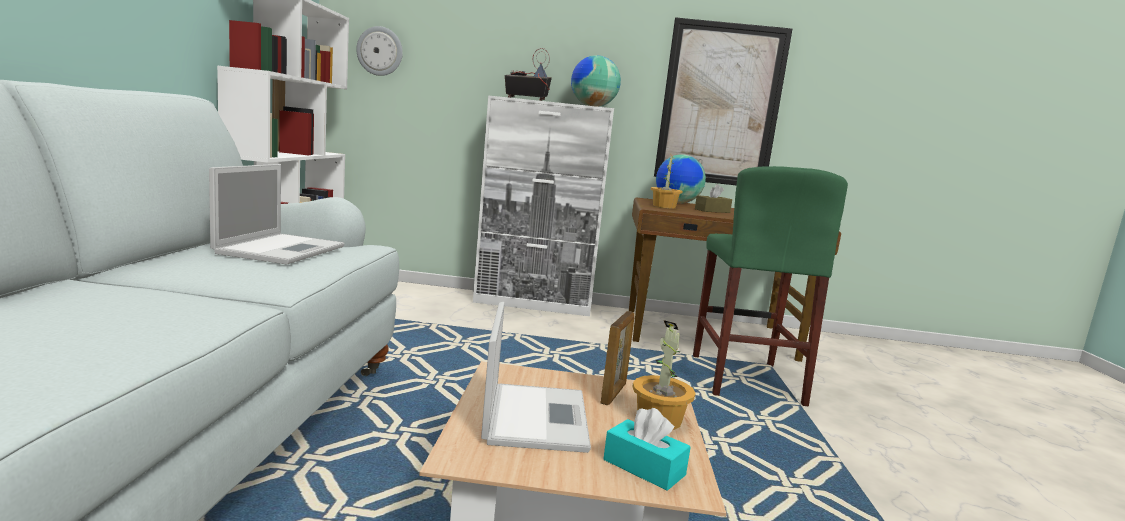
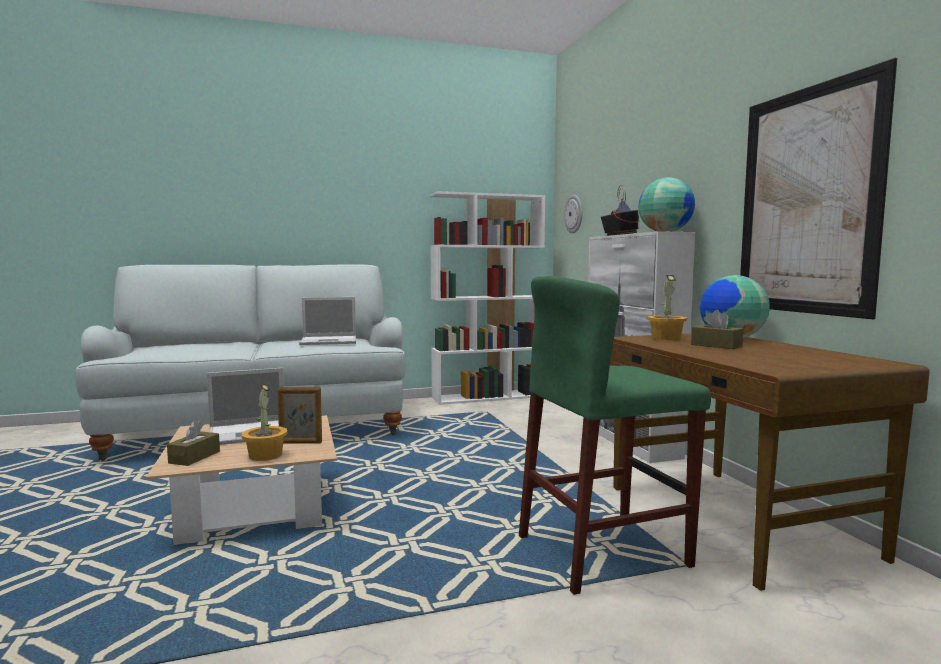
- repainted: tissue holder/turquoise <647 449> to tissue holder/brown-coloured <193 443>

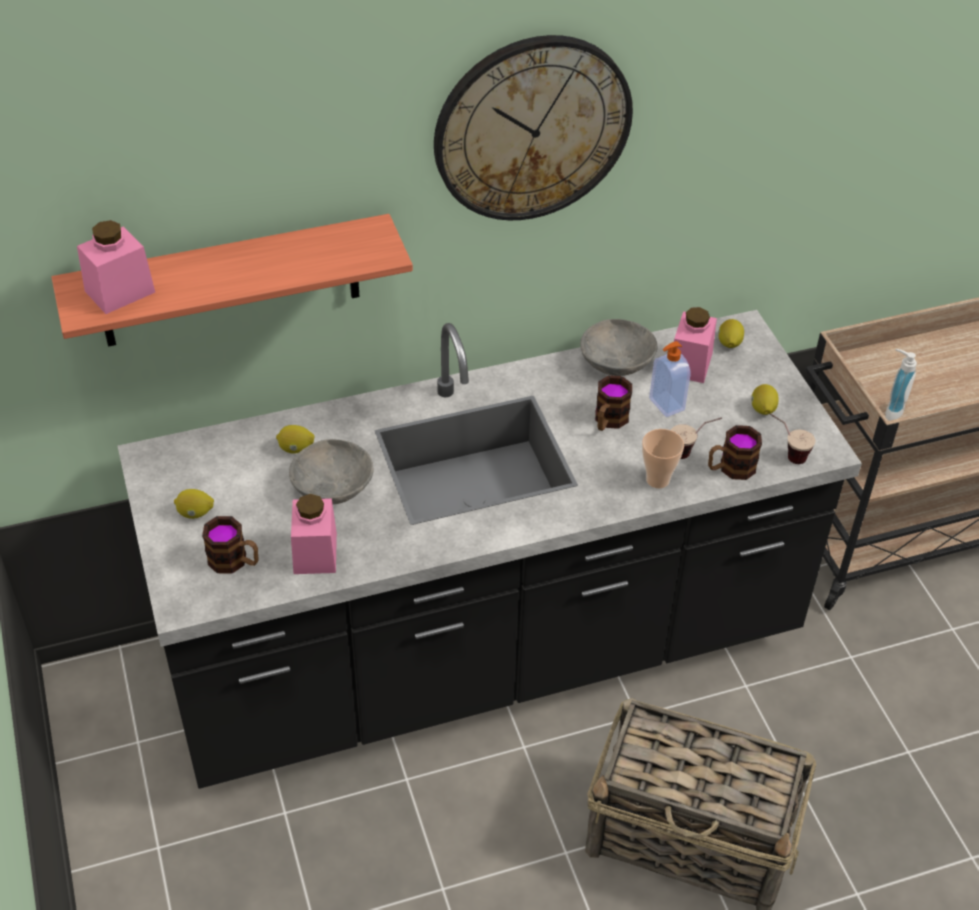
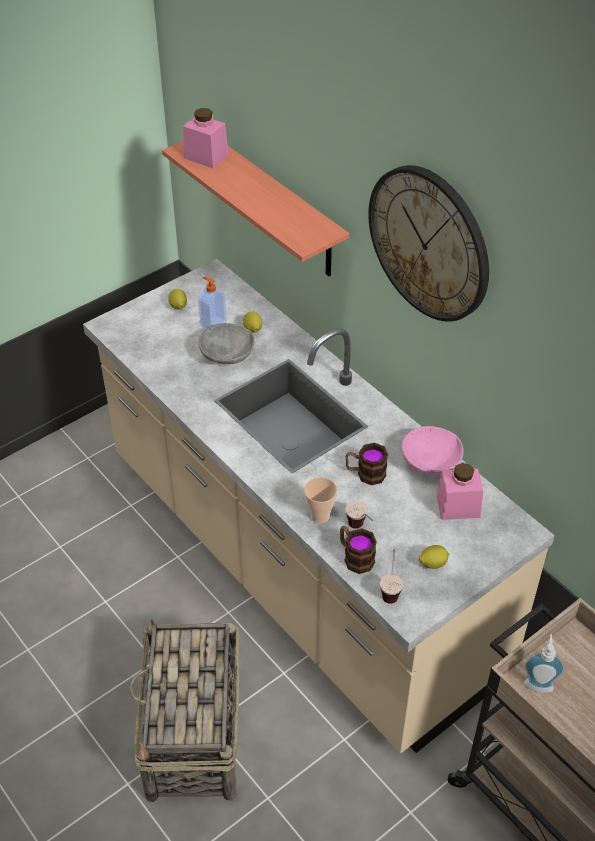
- repainted: kitchen counter/black-coloured <490 549> to kitchen counter/beige <319 506>
- shifted: liquid soap bottle <669 379> to <212 303>
- repainted: bowl/greyish <619 347> to bowl/pink-coloured <433 450>
- gone: tea mug <230 545>
- gone: storage jar/pink-coloured <314 534>
- gone: whole lemon <731 333>

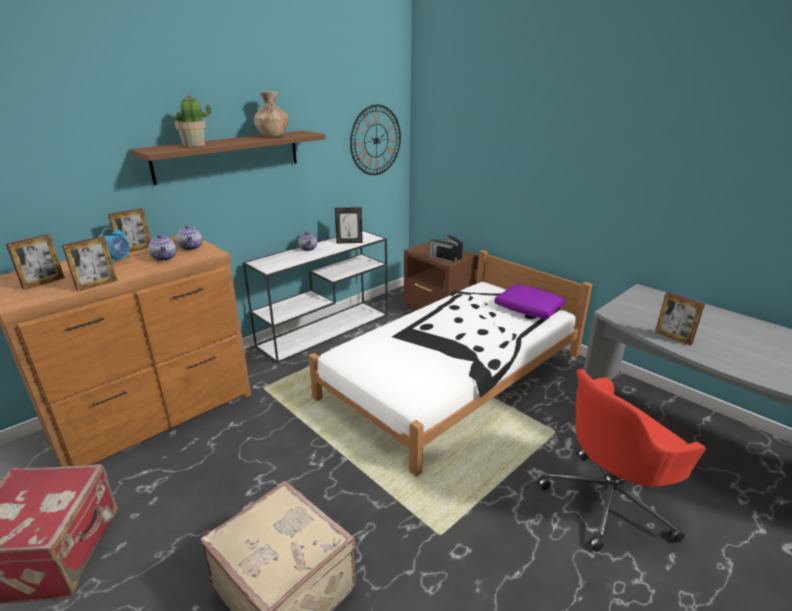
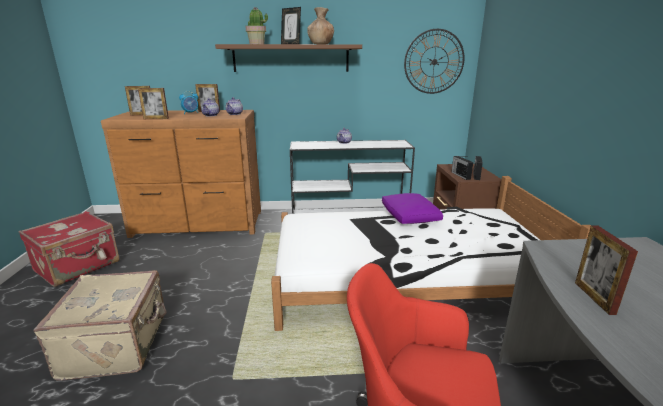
- shifted: standing frame <349 225> to <291 25>
- shifted: cushion/purple-coloured <529 301> to <412 208>

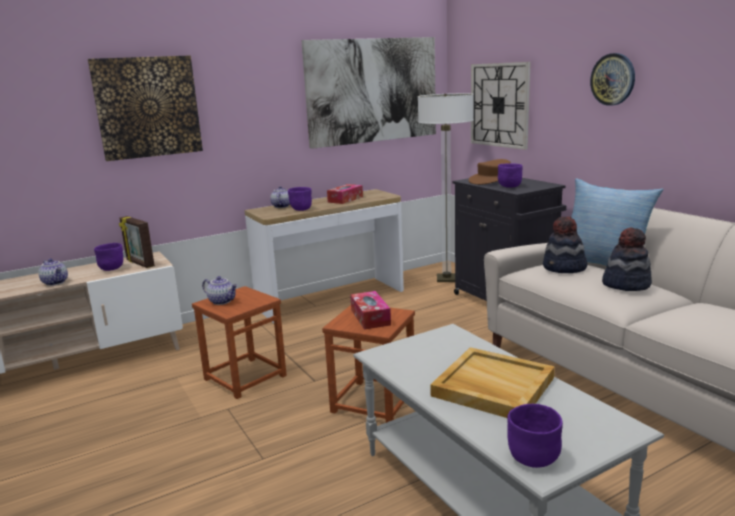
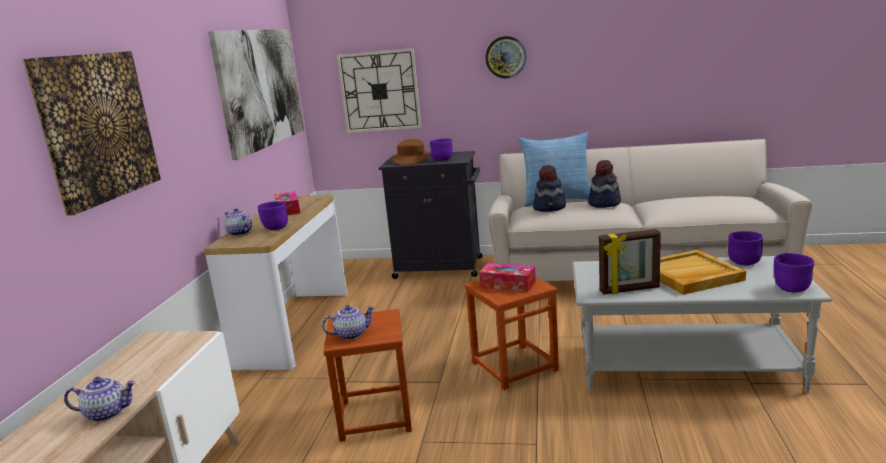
- shifted: standing frame <137 242> to <630 261>
- shifted: bowl/purple-coloured <108 257> to <745 248>
- gone: floor lamp <446 187>

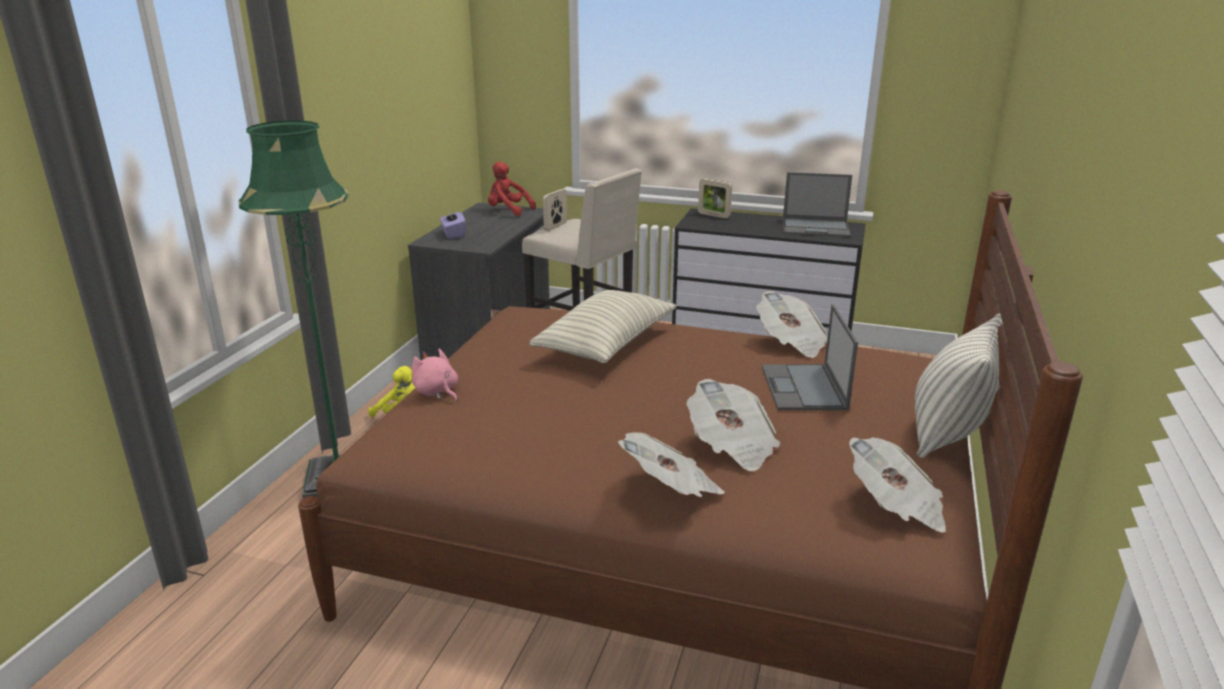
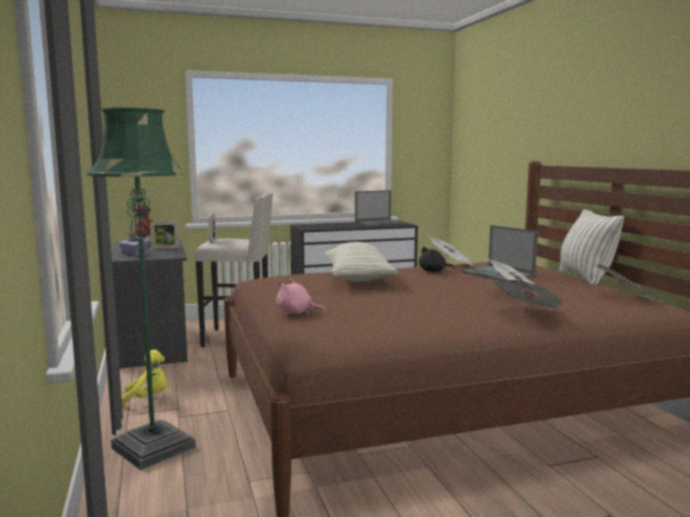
- shifted: standing frame <715 198> to <165 235>
- new: cuddly toy/black-coloured <436 259>

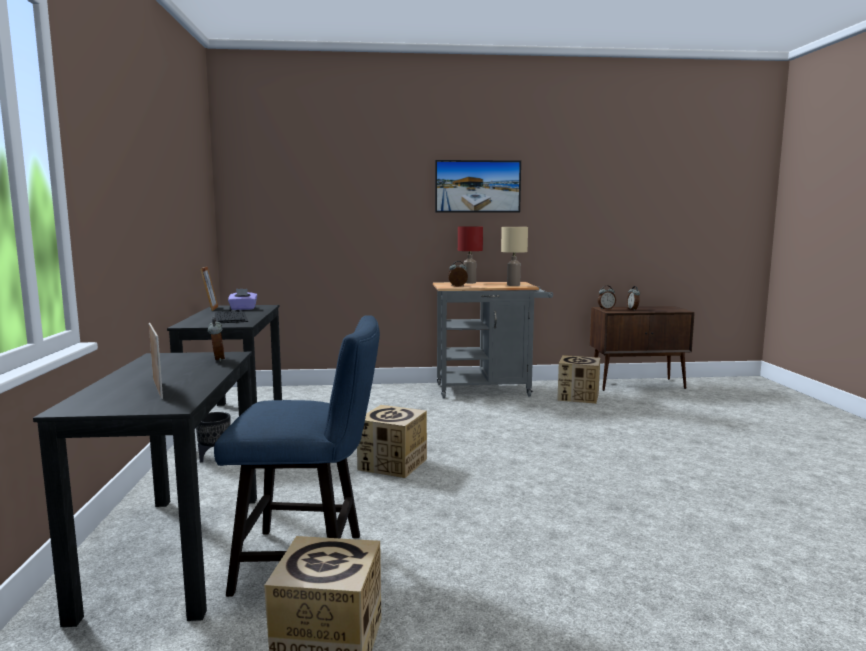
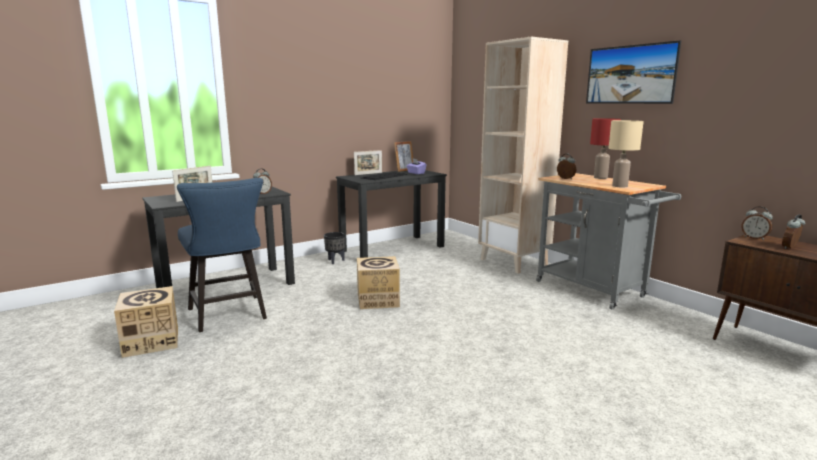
- new: standing frame <368 162>
- new: shelving unit/beige <523 155>
- gone: packing box <578 379>

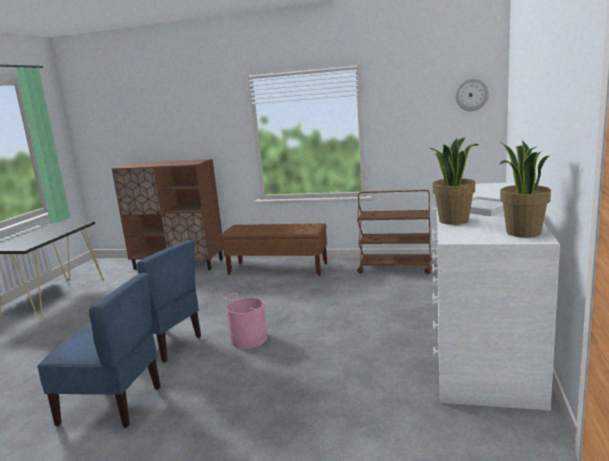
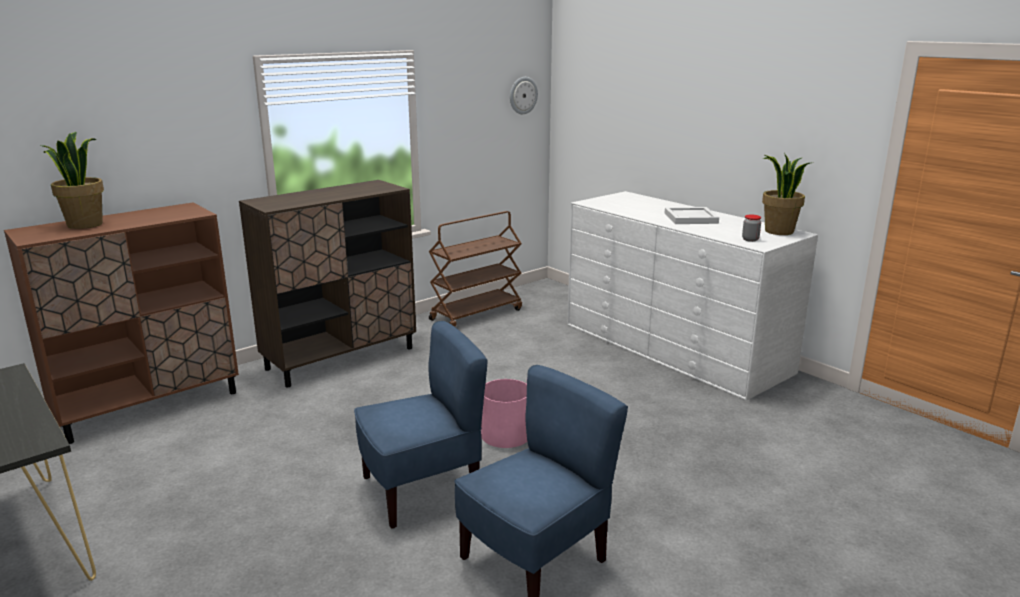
- shifted: plant in a pot <453 181> to <72 180>
- swapped: indoor bench/brown-coloured <274 249> to storage cabinet/brown-coloured <327 283>
- new: storage jar <751 228>

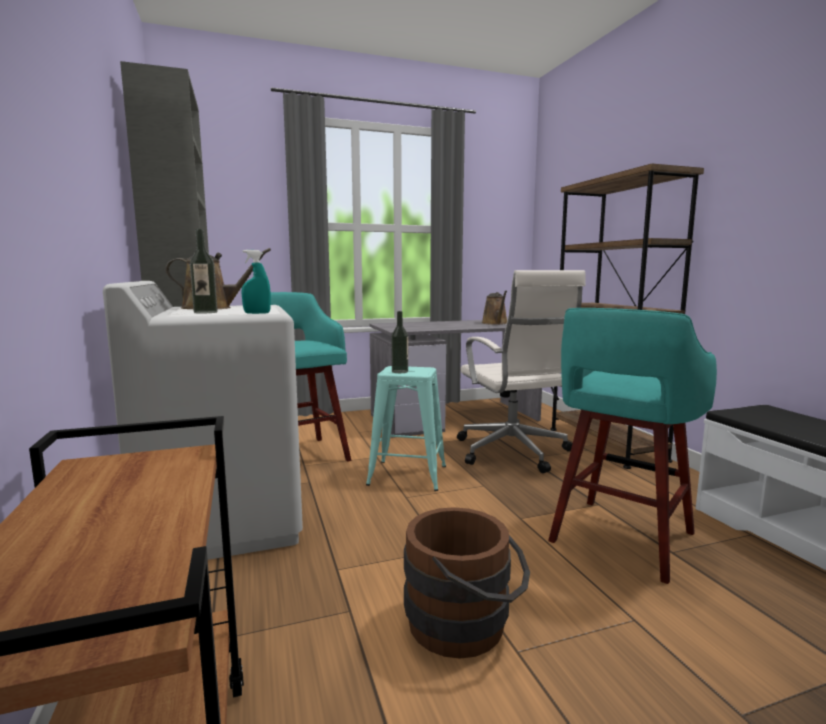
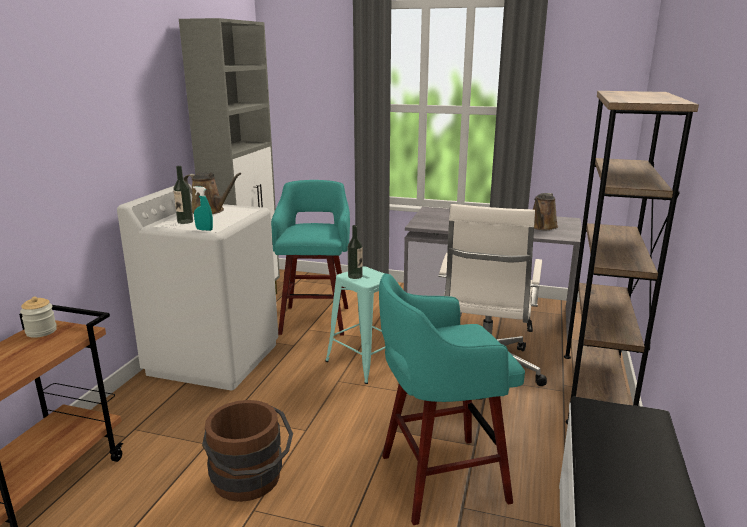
- new: storage jar <38 317>

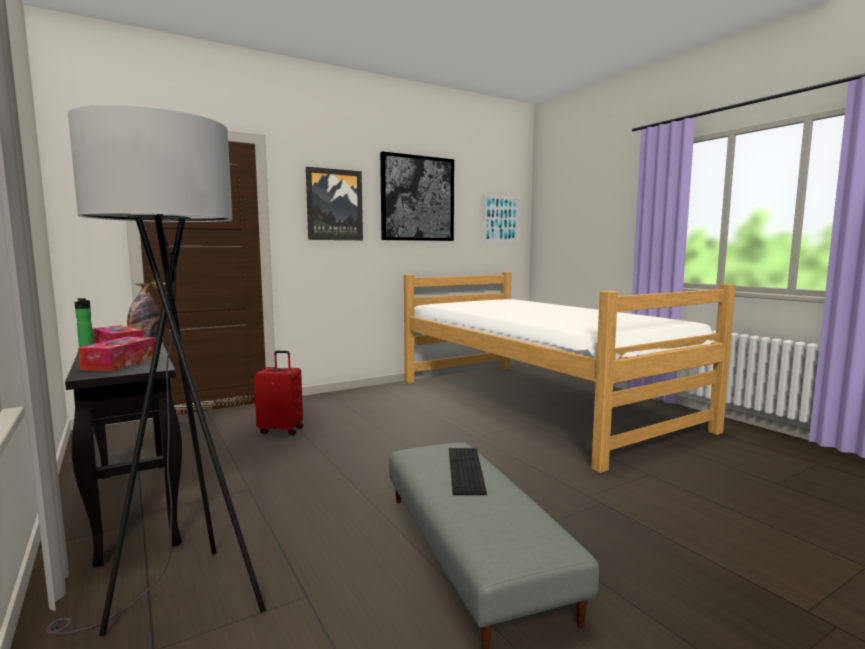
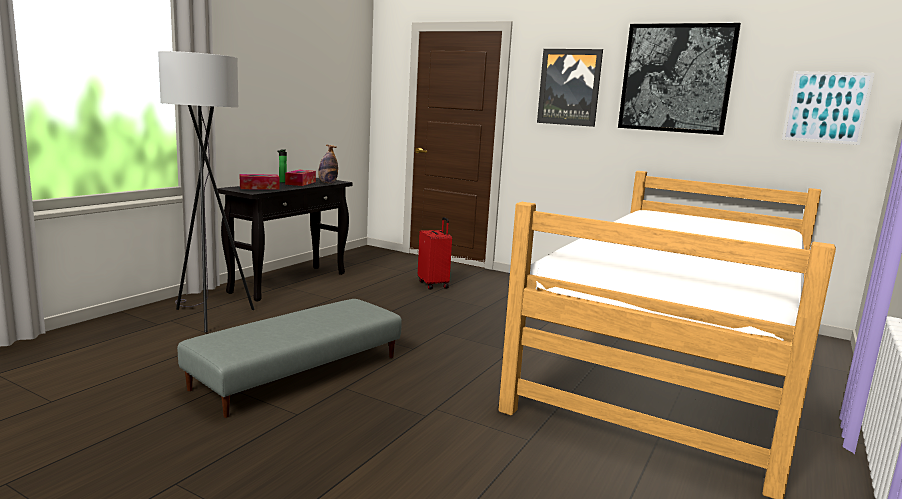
- gone: PC keyboard <468 471>

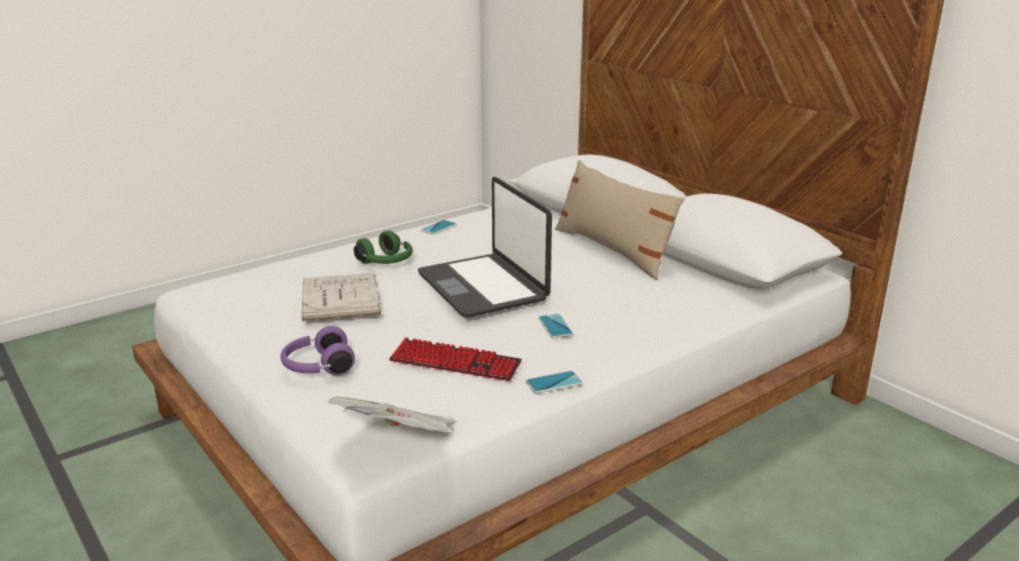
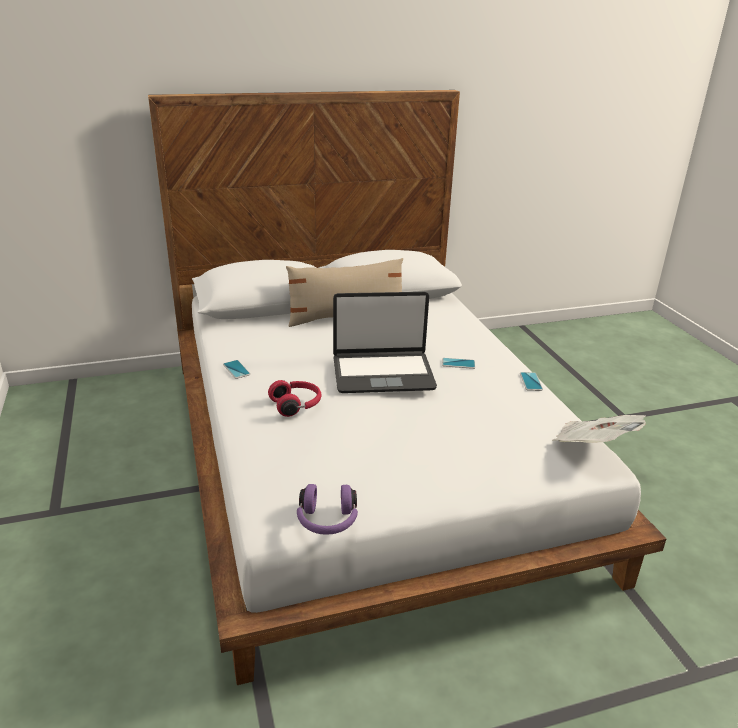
- repainted: headphones/greenish <383 247> to headphones/red <294 398>
- shifted: headphones/purple-coloured <317 350> to <327 509>
- gone: volume/white-coloured <341 297>
- gone: PC keyboard <455 359>

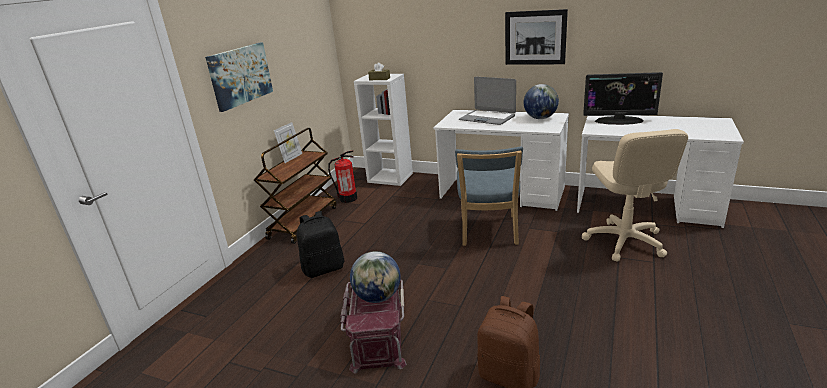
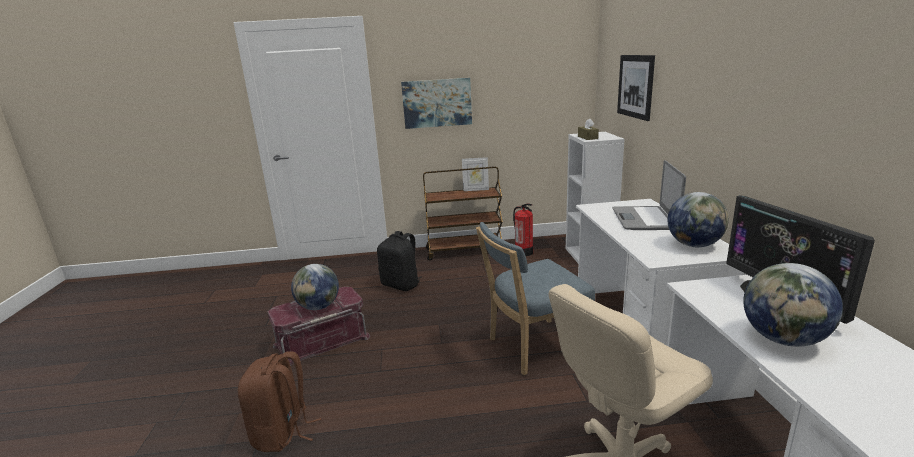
- shifted: wall picture <536 37> to <636 88>
- new: globe <793 305>

